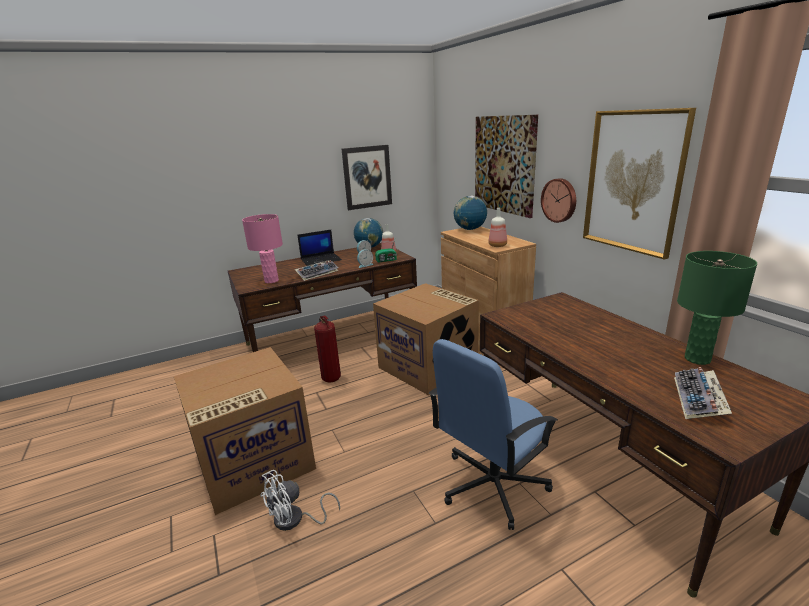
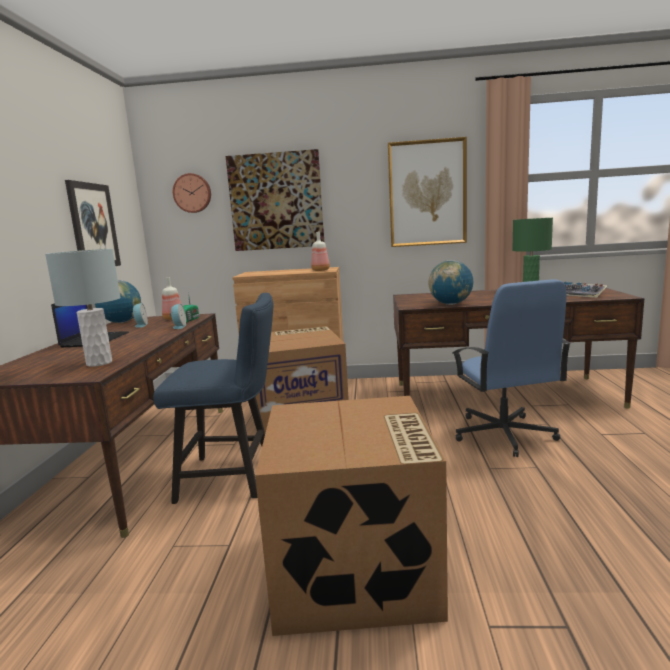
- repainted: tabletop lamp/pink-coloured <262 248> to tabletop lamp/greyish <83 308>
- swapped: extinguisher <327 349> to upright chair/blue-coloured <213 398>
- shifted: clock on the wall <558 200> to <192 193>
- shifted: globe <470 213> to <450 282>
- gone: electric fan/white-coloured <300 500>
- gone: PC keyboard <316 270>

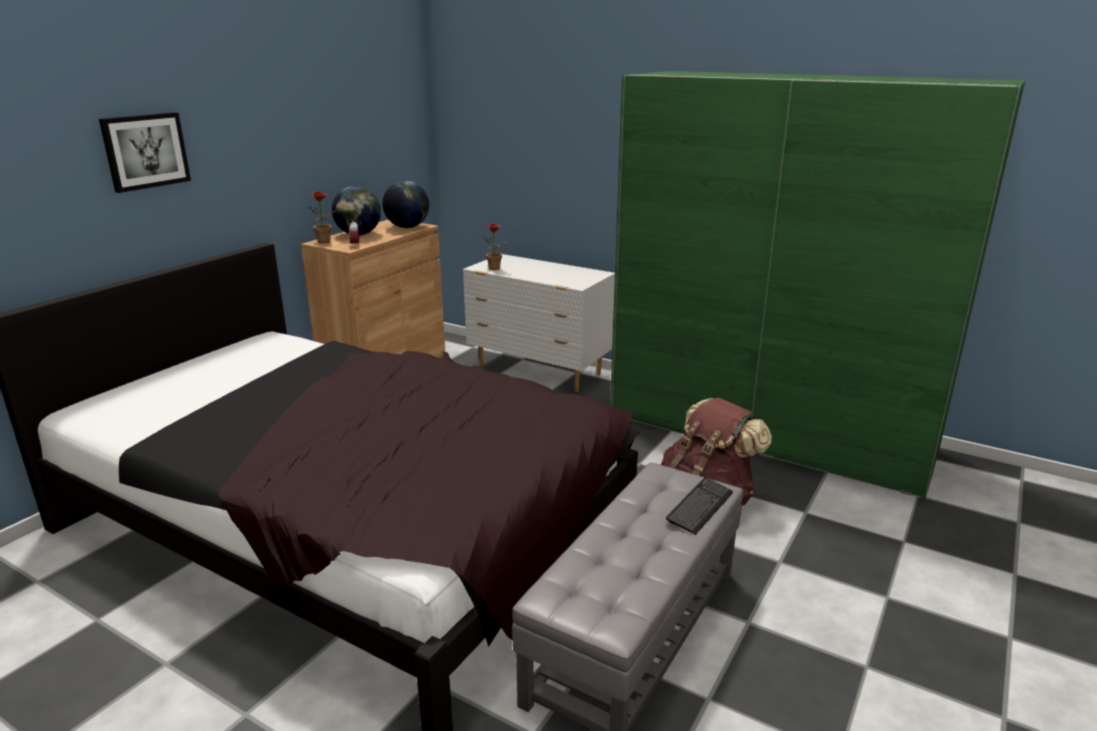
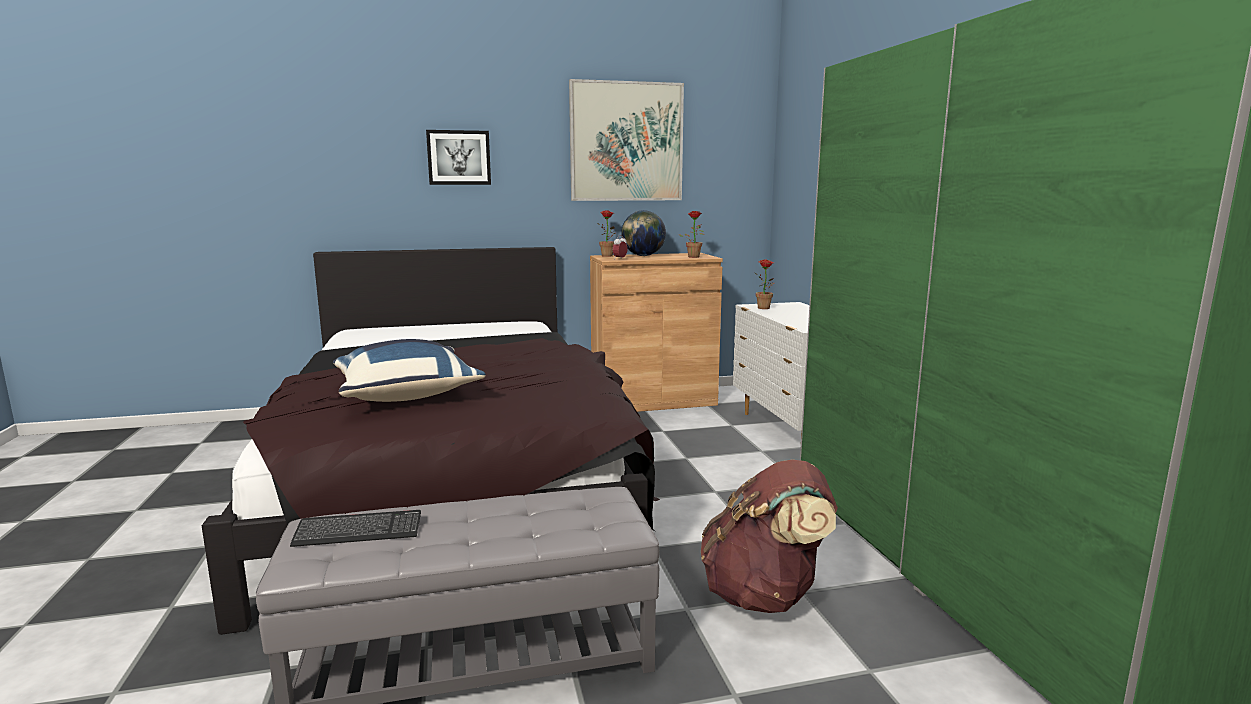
- shifted: PC keyboard <699 506> to <355 528>
- new: cushion/blue-coloured <409 370>
- new: wall picture <626 140>
- swapped: globe <405 204> to plant in a pot <691 234>

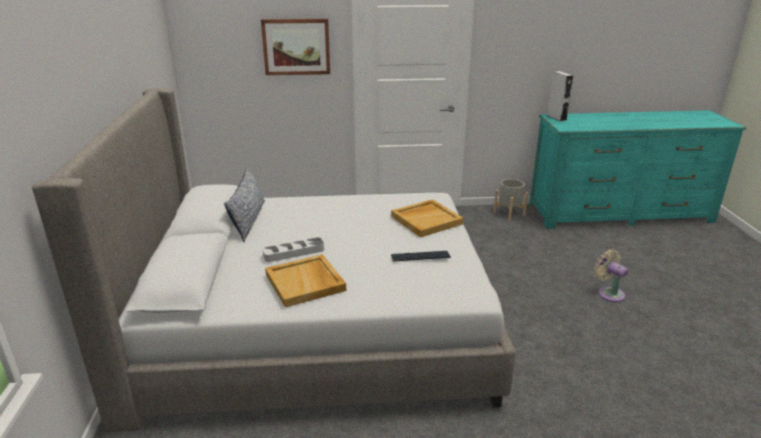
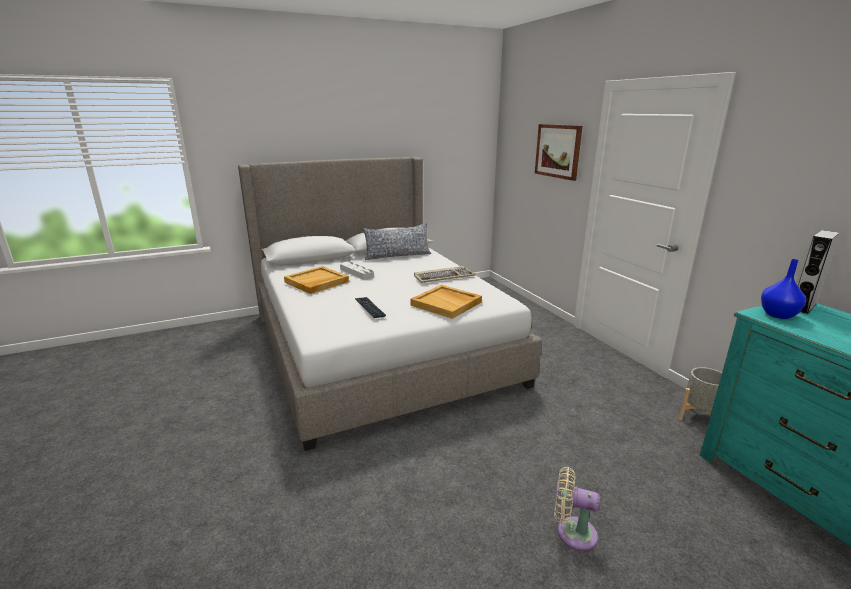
- new: PC keyboard <444 274>
- rotated: electric fan/beige <611 275> = <577 509> 105 degrees counterclockwise
- new: decorative vase/blue-coloured <783 289>

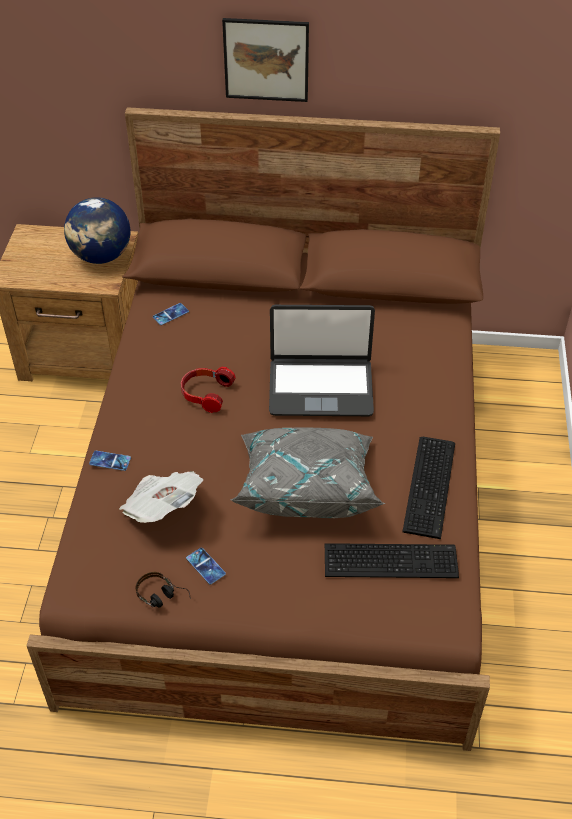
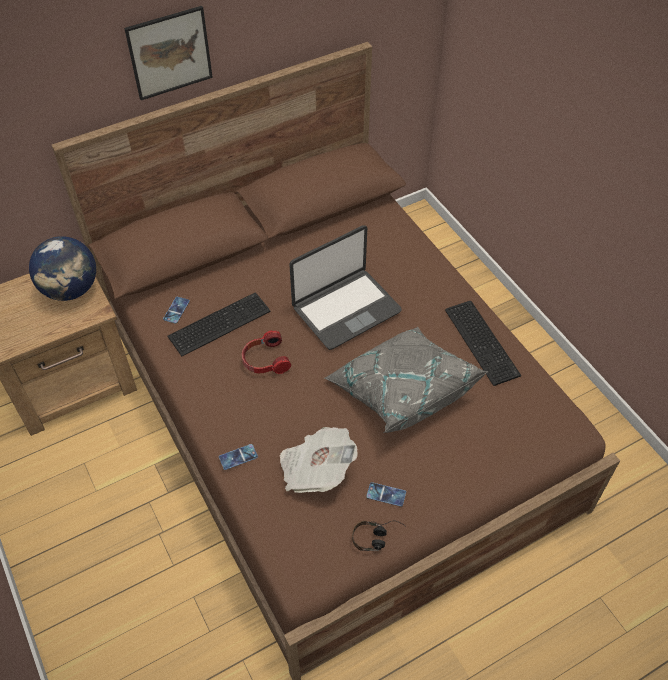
- shifted: PC keyboard <392 560> to <218 324>

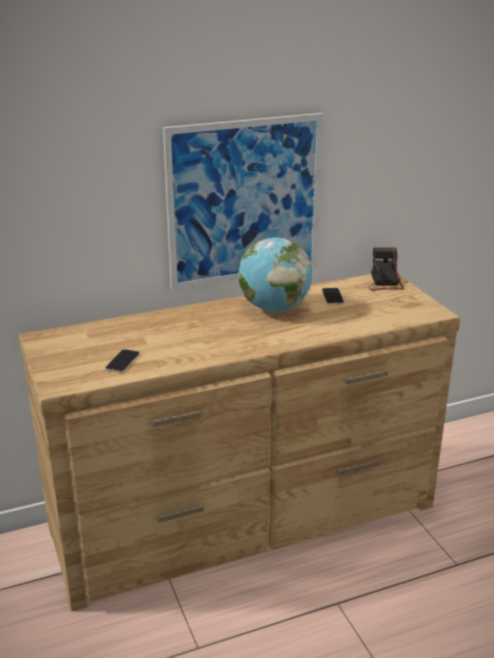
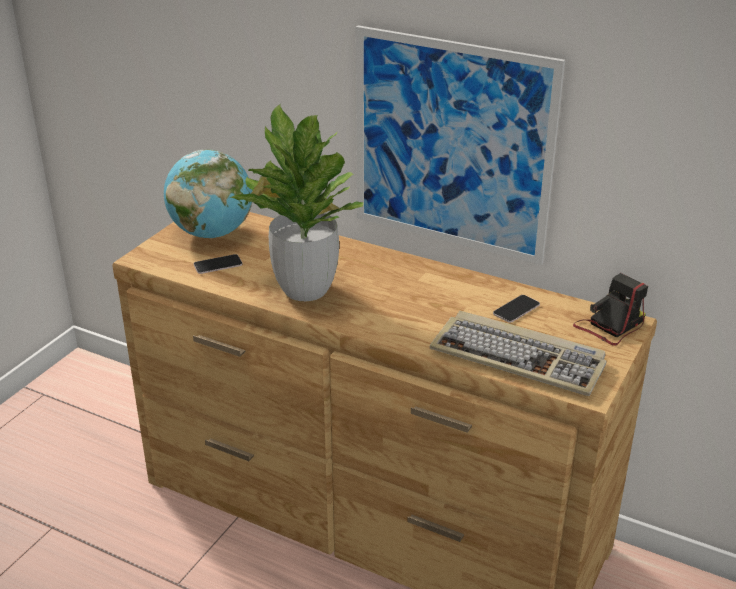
- shifted: globe <275 274> to <208 193>
- new: plant in a pot <296 202>
- new: PC keyboard <518 353>

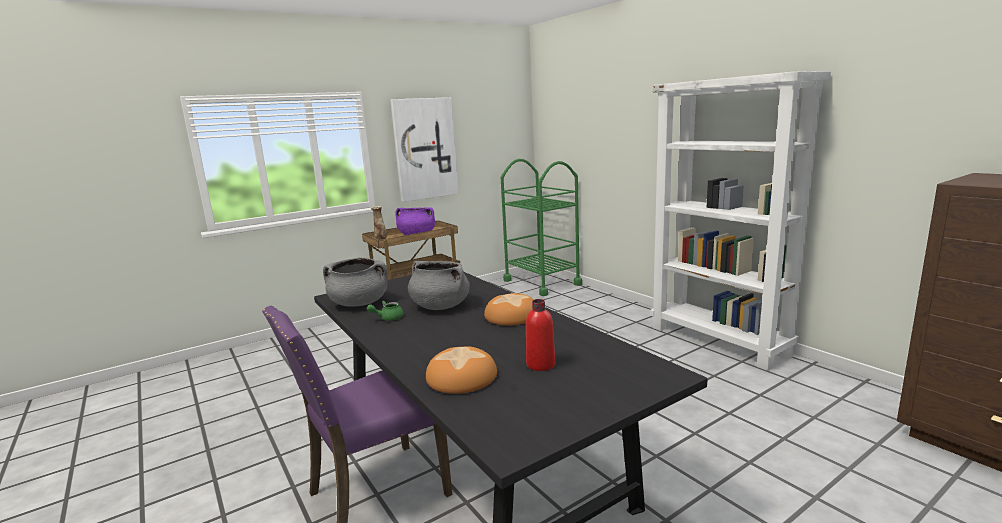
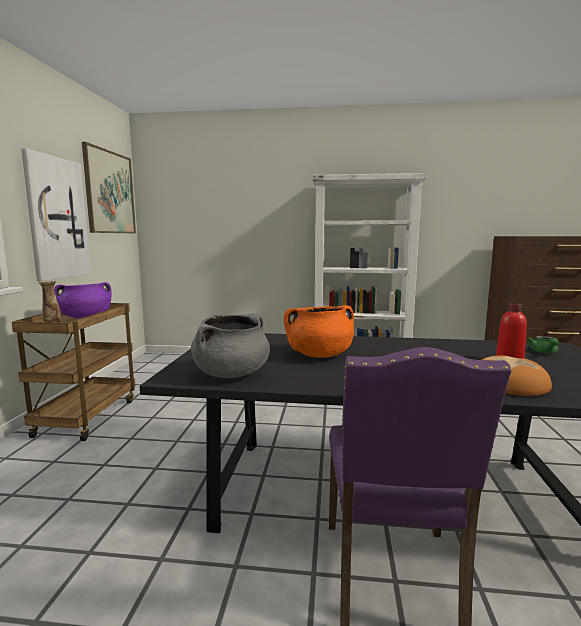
- new: wall picture <109 187>
- repainted: saucepot/greyish <439 285> to saucepot/orange <319 332>
- shifted: pot for tea/greenish <385 311> to <543 345>
- gone: baked bread <509 309>
- gone: wheeled cart/greenish <541 227>

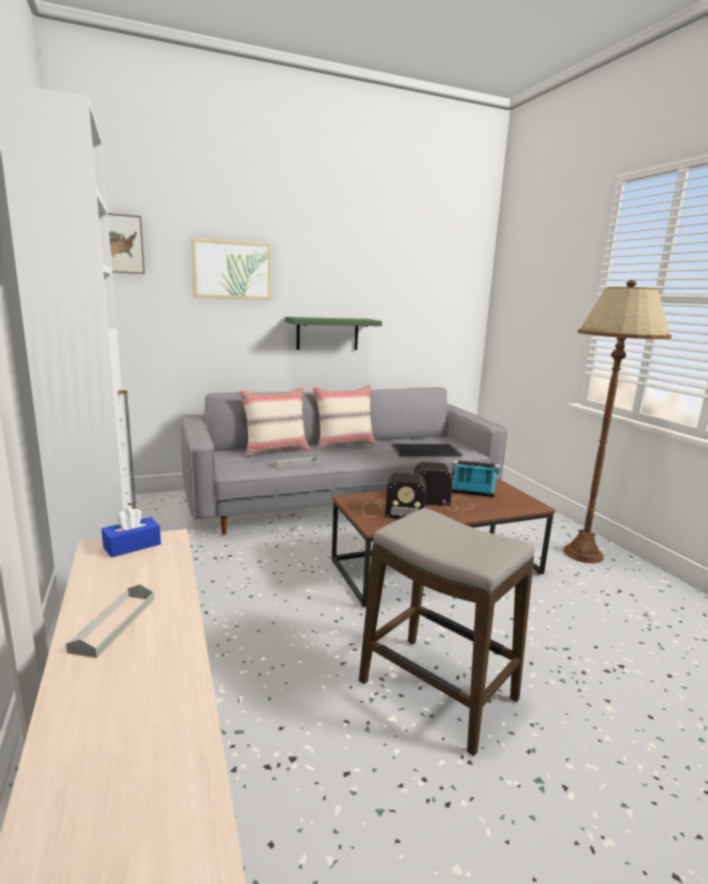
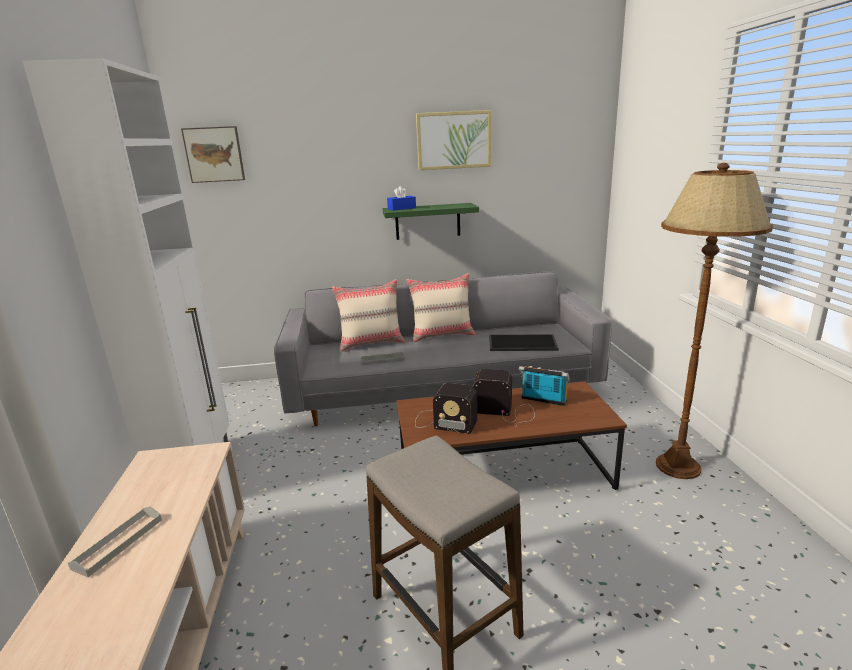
- shifted: tissue holder/blue-coloured <131 532> to <401 198>
- shifted: wall picture <231 269> to <453 140>

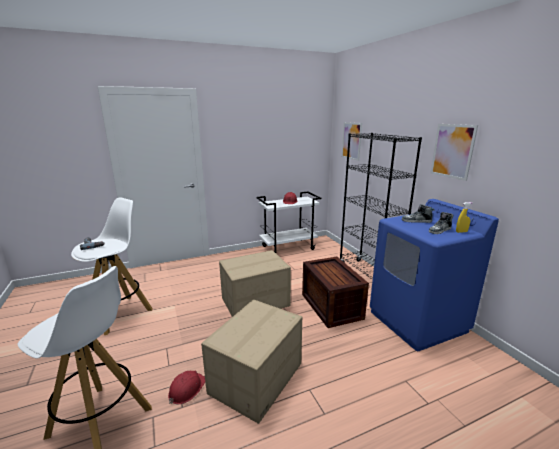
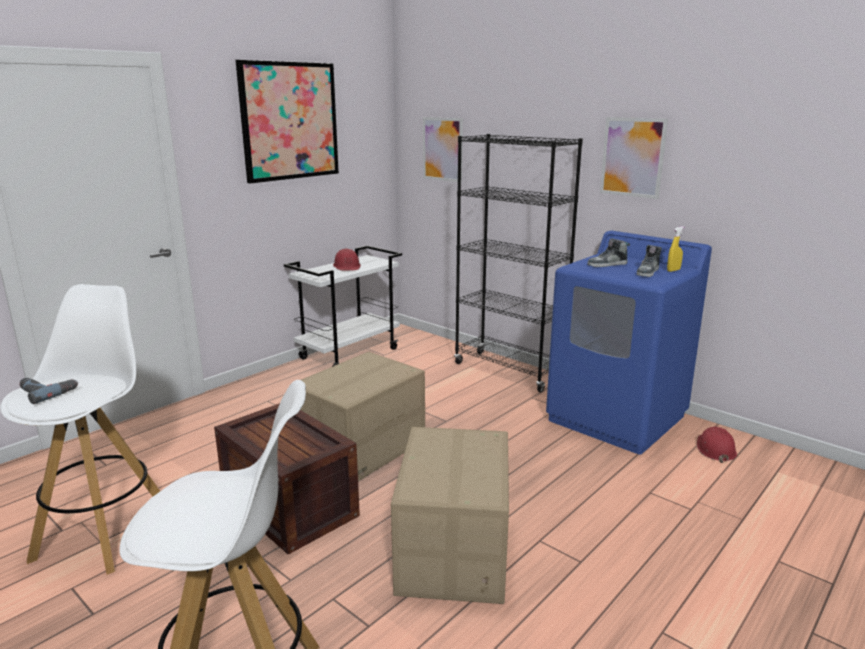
- shifted: crate <335 292> to <287 479>
- new: wall picture <287 121>
- shifted: work helmet/red <186 387> to <717 445>

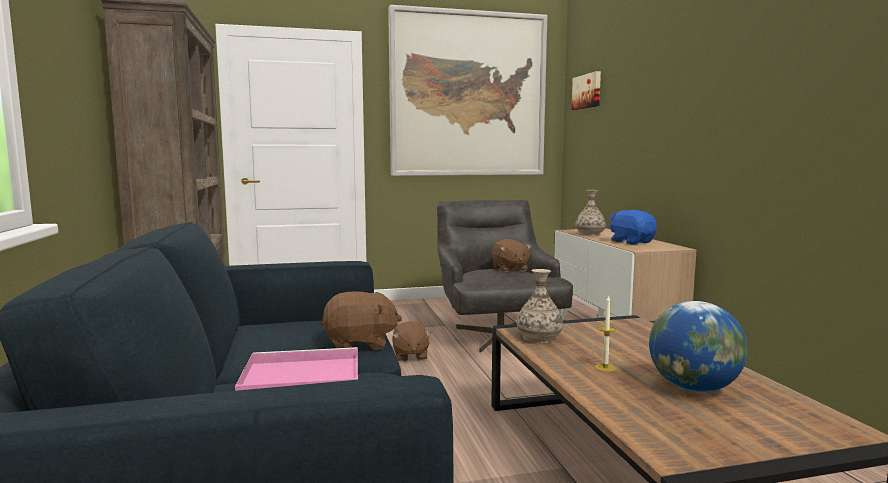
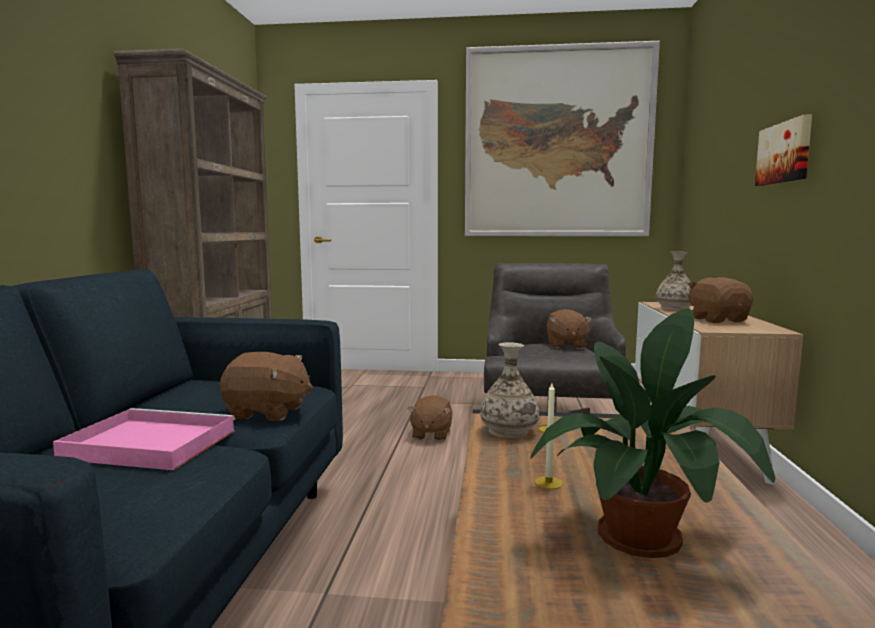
- swapped: globe <698 346> to plant in a pot <653 433>
- repainted: cuddly toy/blue-coloured <633 227> to cuddly toy/brown-coloured <720 300>
- shifted: wall picture <586 90> to <783 150>

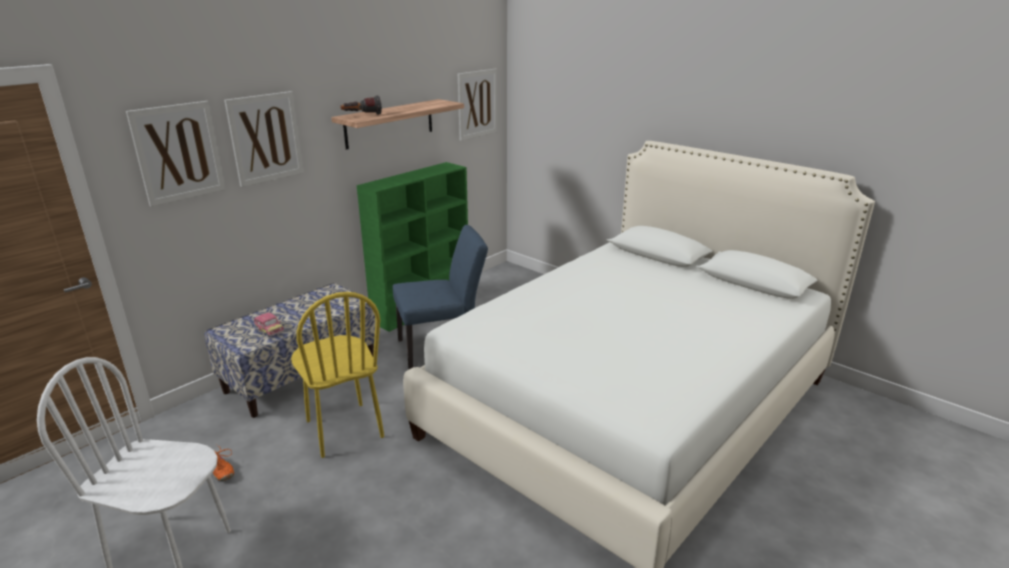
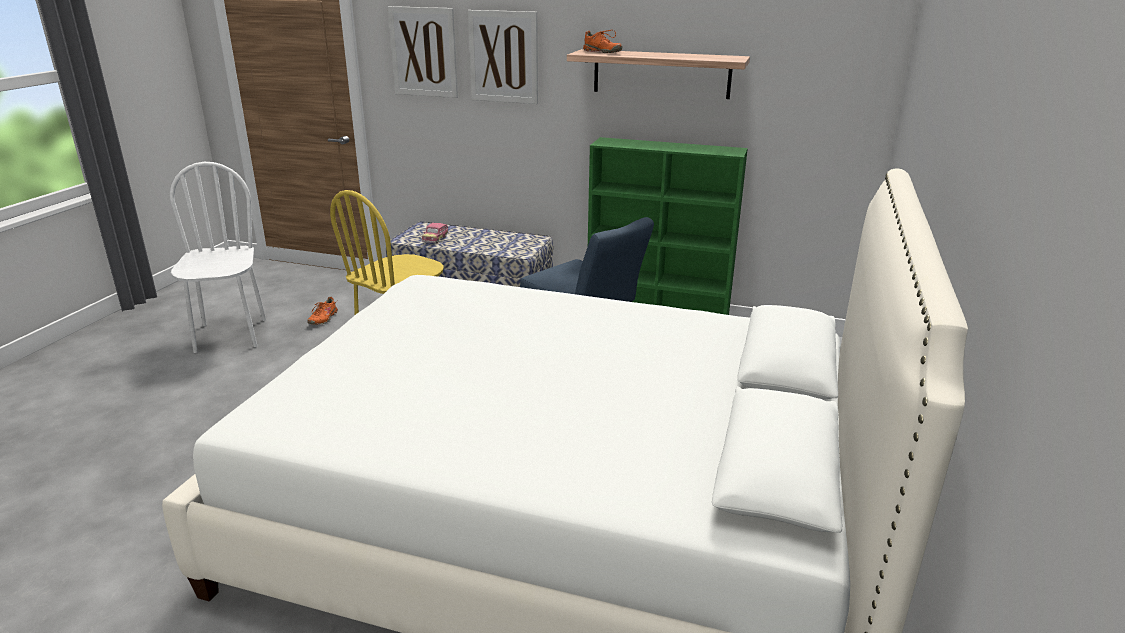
- swapped: torch <361 105> to low shoe/orange <602 41>
- gone: wall picture <477 105>

